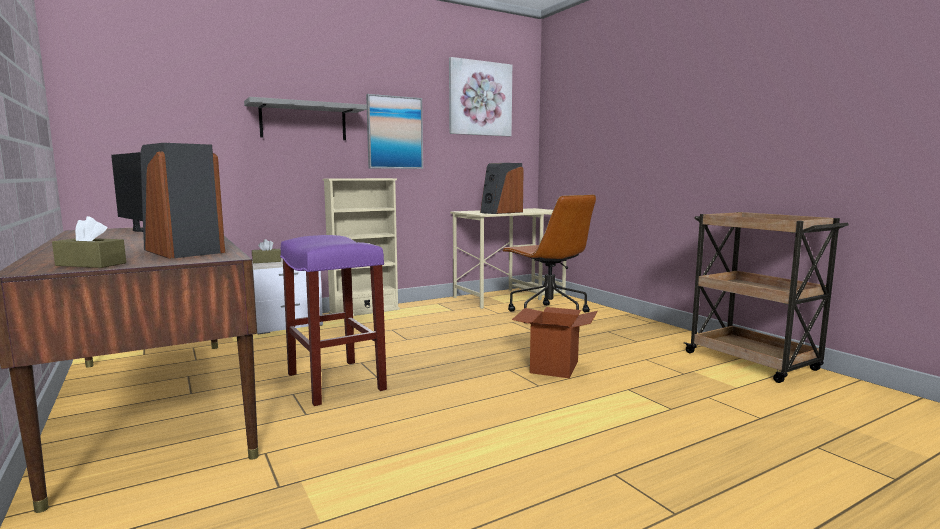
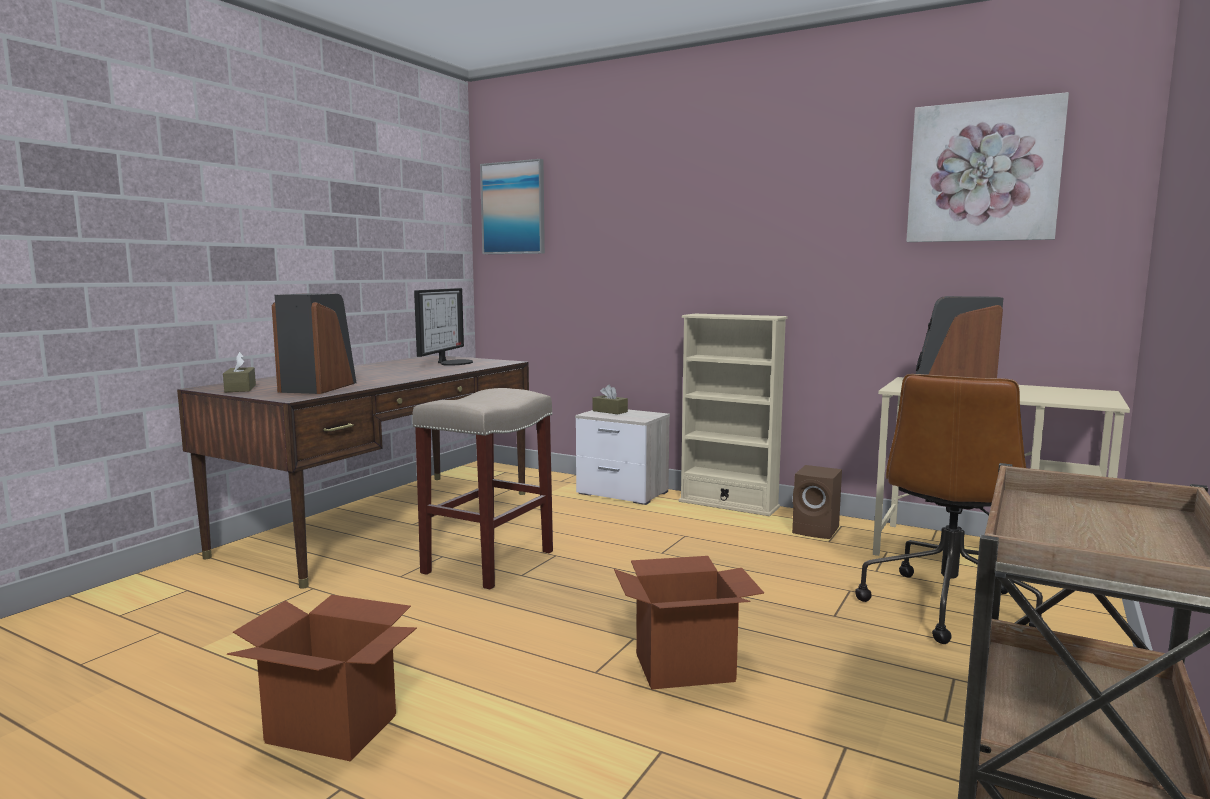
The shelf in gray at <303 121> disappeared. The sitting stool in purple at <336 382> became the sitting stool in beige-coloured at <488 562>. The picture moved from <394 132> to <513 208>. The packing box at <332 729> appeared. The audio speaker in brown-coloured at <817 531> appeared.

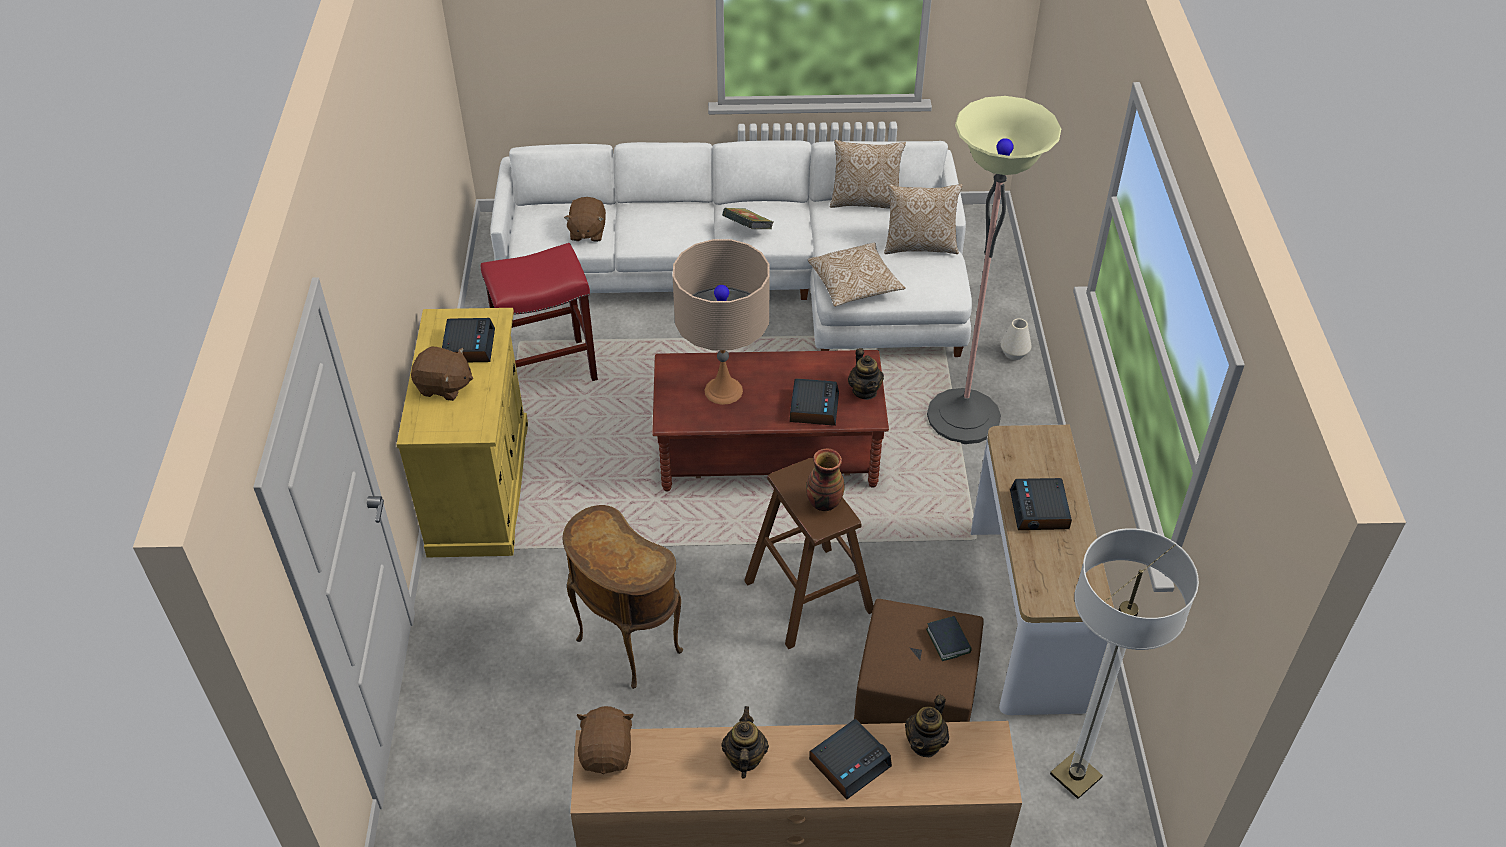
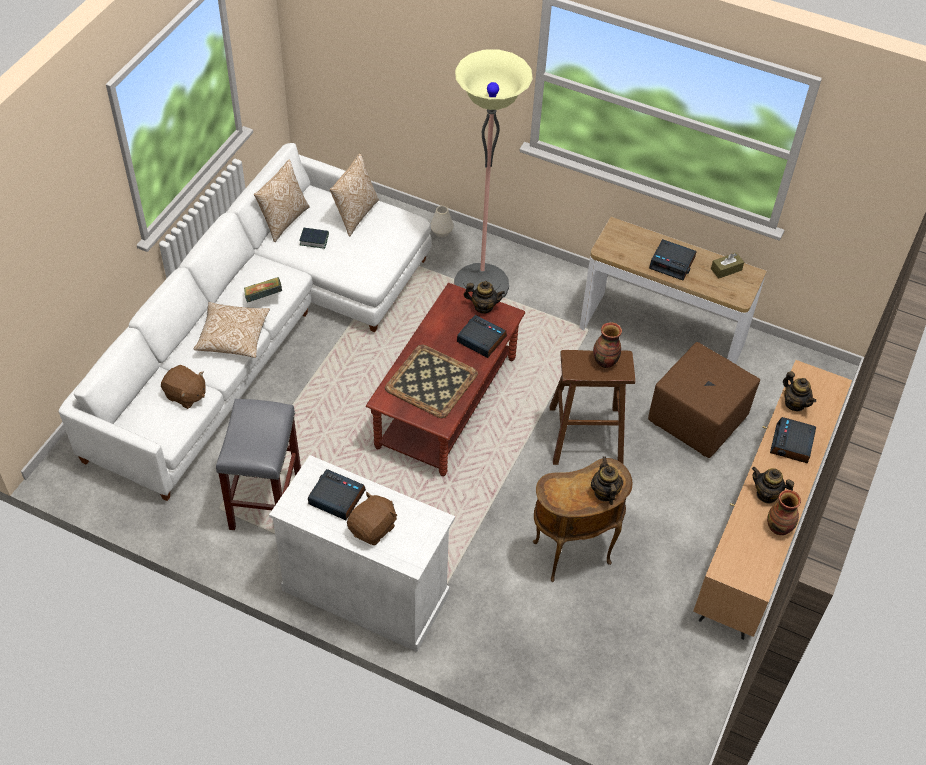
The storage cabinet in yellow-coloured at <480 487> became the storage cabinet in white-coloured at <366 591>. The sitting stool in red-coloured at <546 370> became the sitting stool in gray at <266 502>. The plush toy in brown-coloured at <607 752> disappeared. The tabletop lamp in beige-coloured at <723 390> was replaced by the tray at <432 381>. The cushion moved from <854 286> to <233 338>. The table clock at <850 762> turned 150 degrees counterclockwise. The volume moved from <948 641> to <314 240>. The floor lamp at <1075 776> disappeared. The teapot at <604 493> appeared. The tissue box in brown-coloured at <726 269> appeared. The vase at <779 527> appeared.

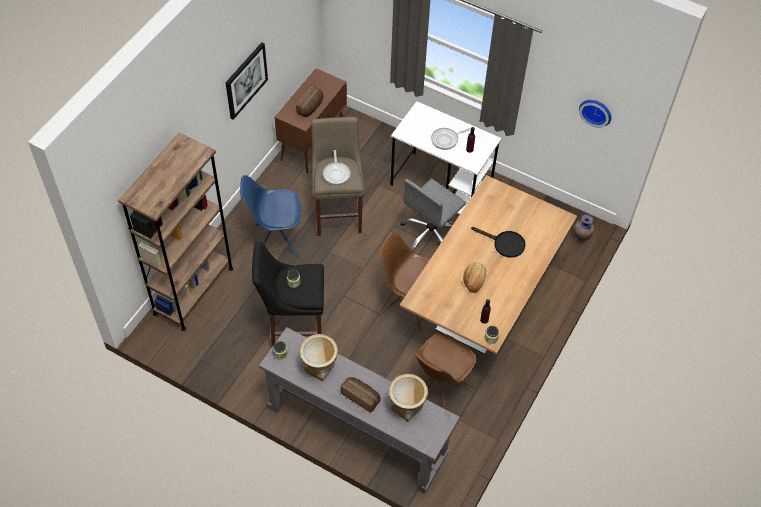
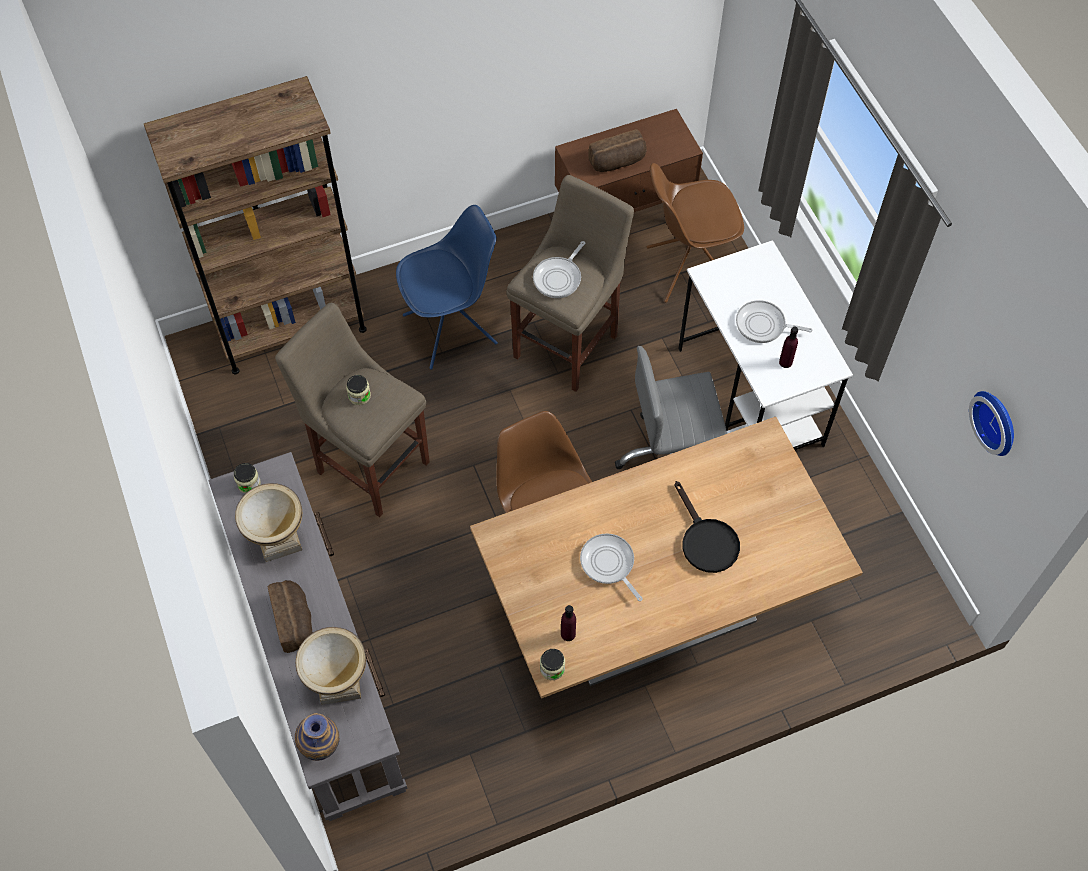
The picture at <246 80> disappeared. The upright chair in blue at <275 241> turned 120 degrees clockwise. The sitting stool in black at <293 327> became the sitting stool in beige-coloured at <369 463>. The upright chair in brown-coloured moved from <439 390> to <687 268>. The baked bread at <474 280> was replaced by the frying pan at <609 564>. The vase moved from <581 238> to <322 748>.

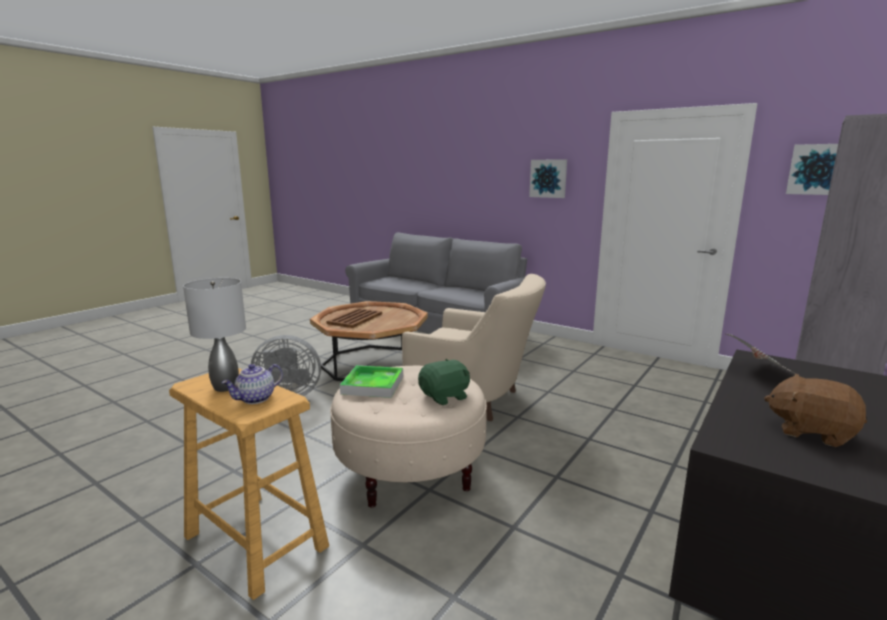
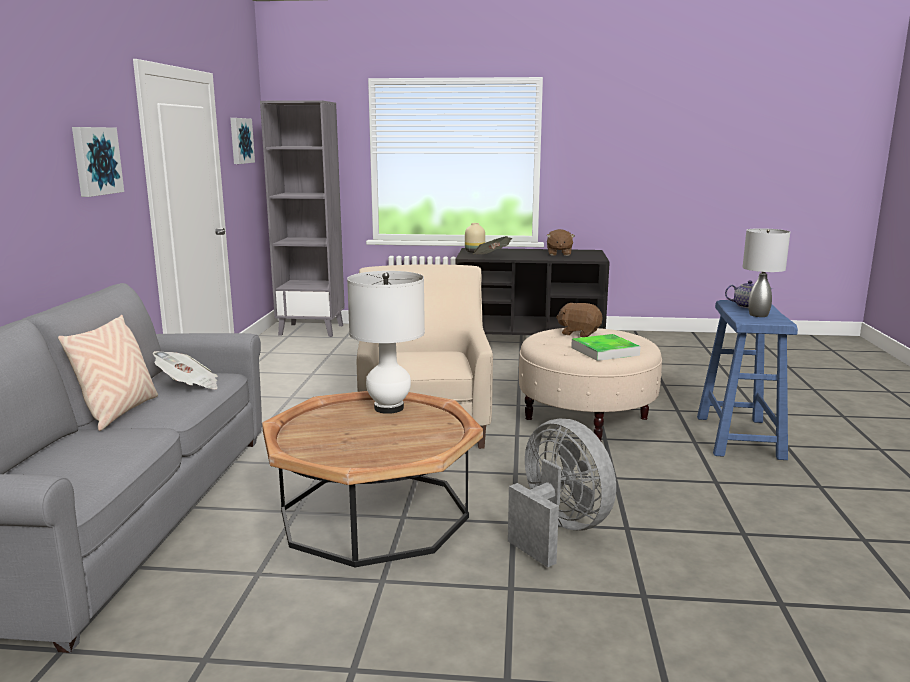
The sitting stool in beige-coloured at <256 542> became the sitting stool in blue at <739 437>. The tray in brown-coloured at <355 318> disappeared. The plush toy in green-coloured at <445 397> became the plush toy in brown-coloured at <579 333>. The cushion in beige-coloured at <119 412> appeared. The daily paper at <189 386> appeared. The tabletop lamp in white-coloured at <389 408> appeared. The vase in beige-coloured at <474 252> appeared.

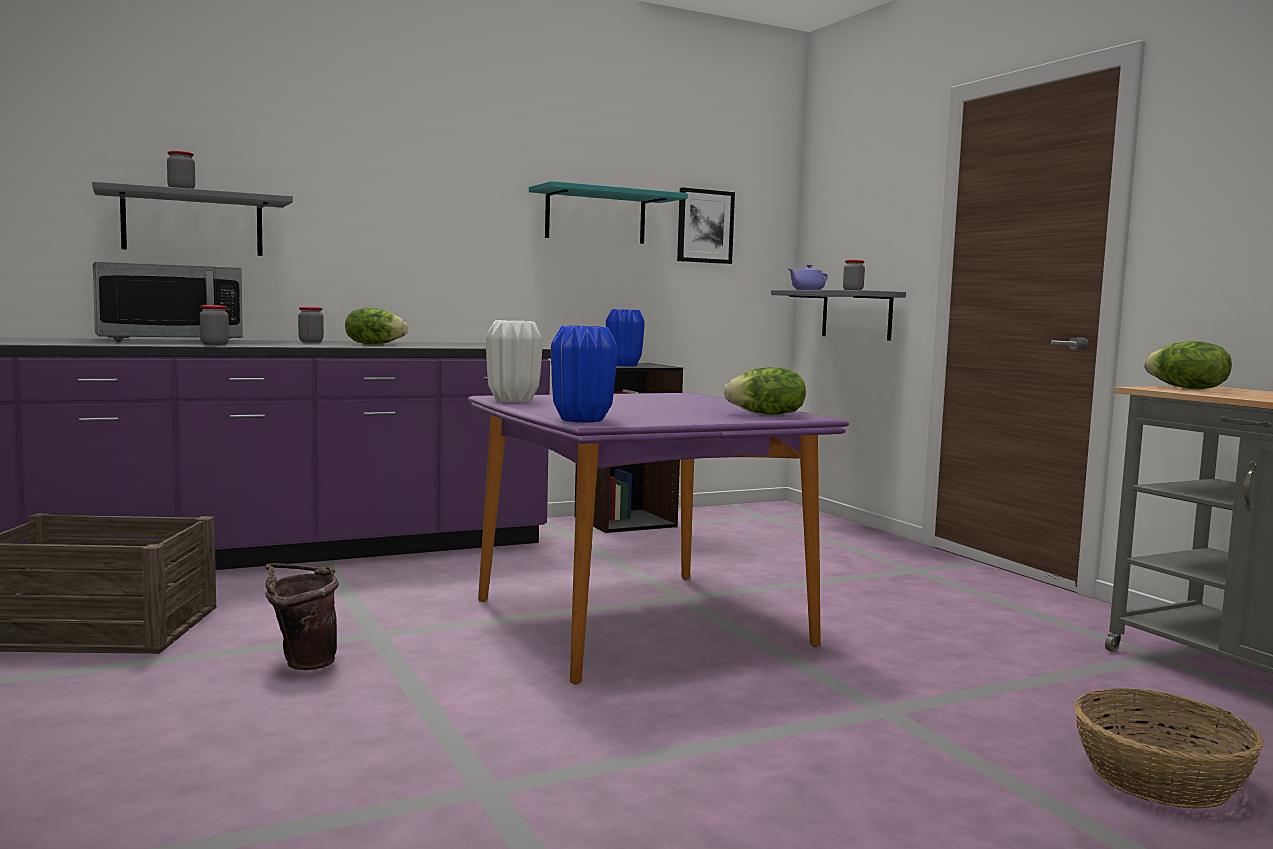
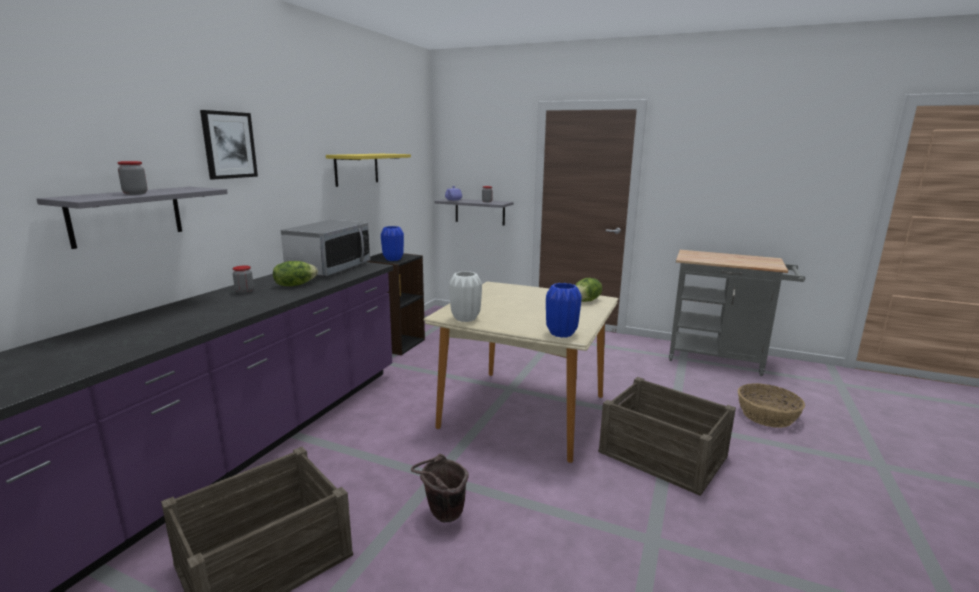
The microwave moved from <169 340> to <329 268>. The preserve jar at <214 344> disappeared. The dining table in purple at <639 622> became the dining table in beige-coloured at <523 411>. The shelf in blue-green at <595 216> became the shelf in yellow-coloured at <356 169>. The picture moved from <704 226> to <229 145>. The head of lettuce at <1186 388> disappeared. The packing crate at <662 453> appeared.

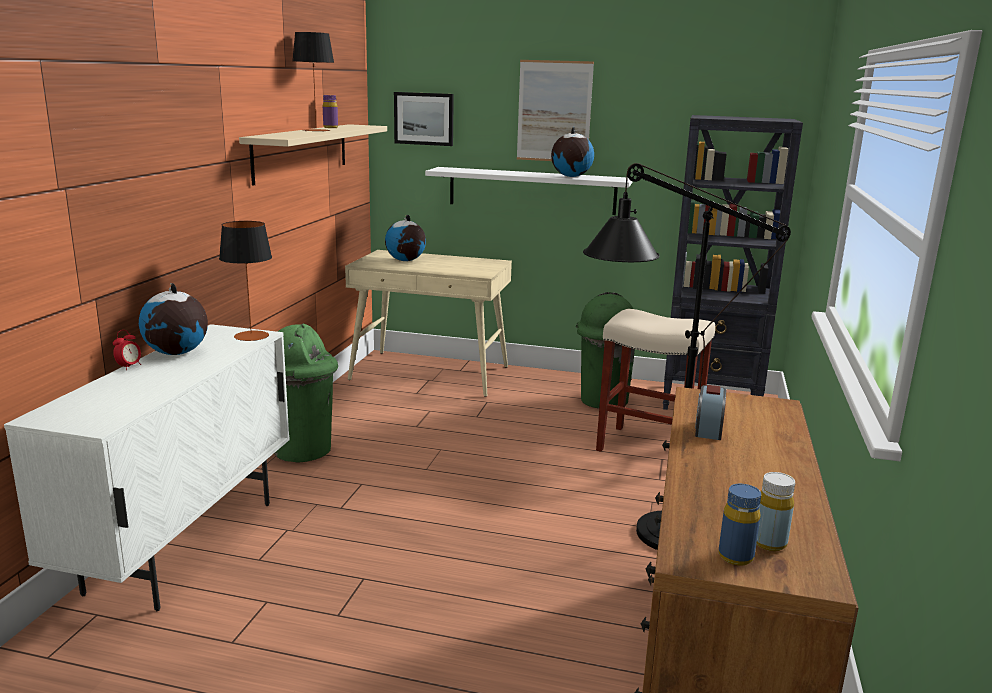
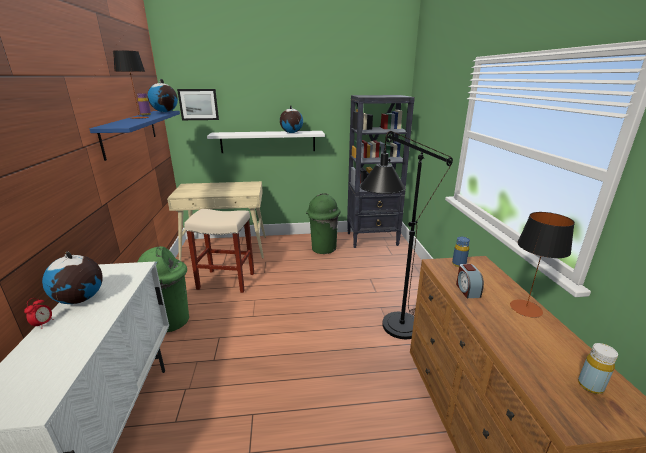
The tabletop lamp moved from <251 336> to <525 308>. The shelf in beige-coloured at <301 152> became the shelf in blue at <130 132>. The globe moved from <406 260> to <165 112>. The picture at <554 111> disappeared. The sitting stool in beige-coloured moved from <646 447> to <225 281>. The drink bottle in blue moved from <735 557> to <458 264>.

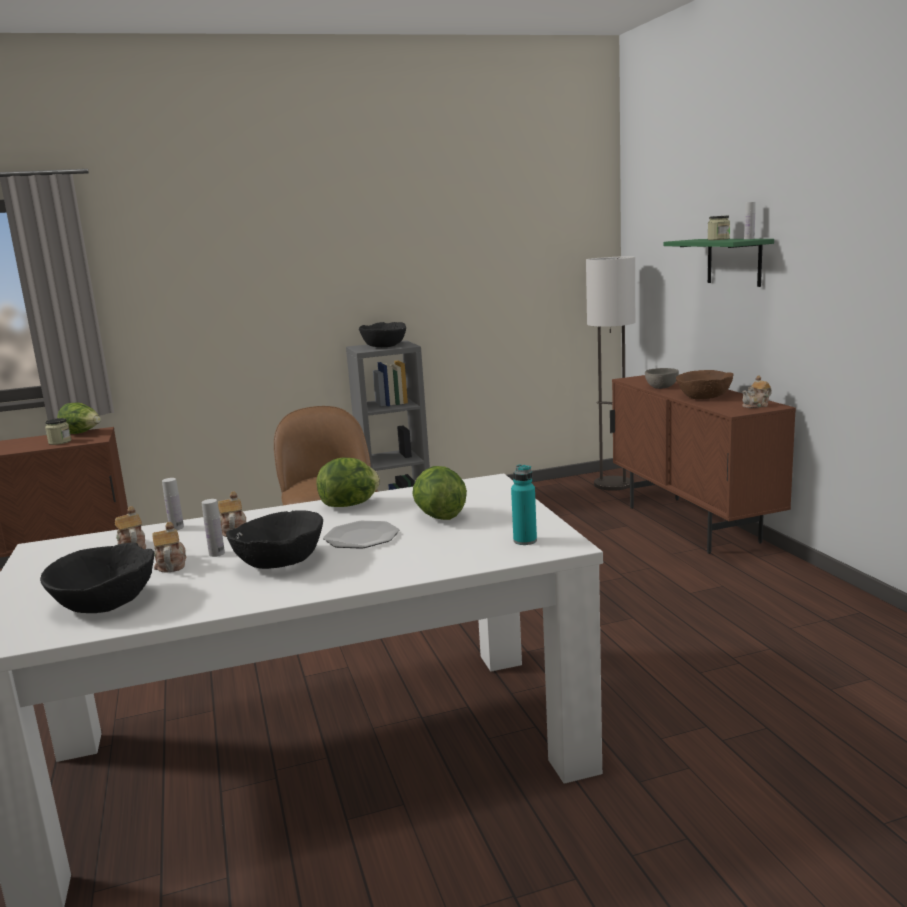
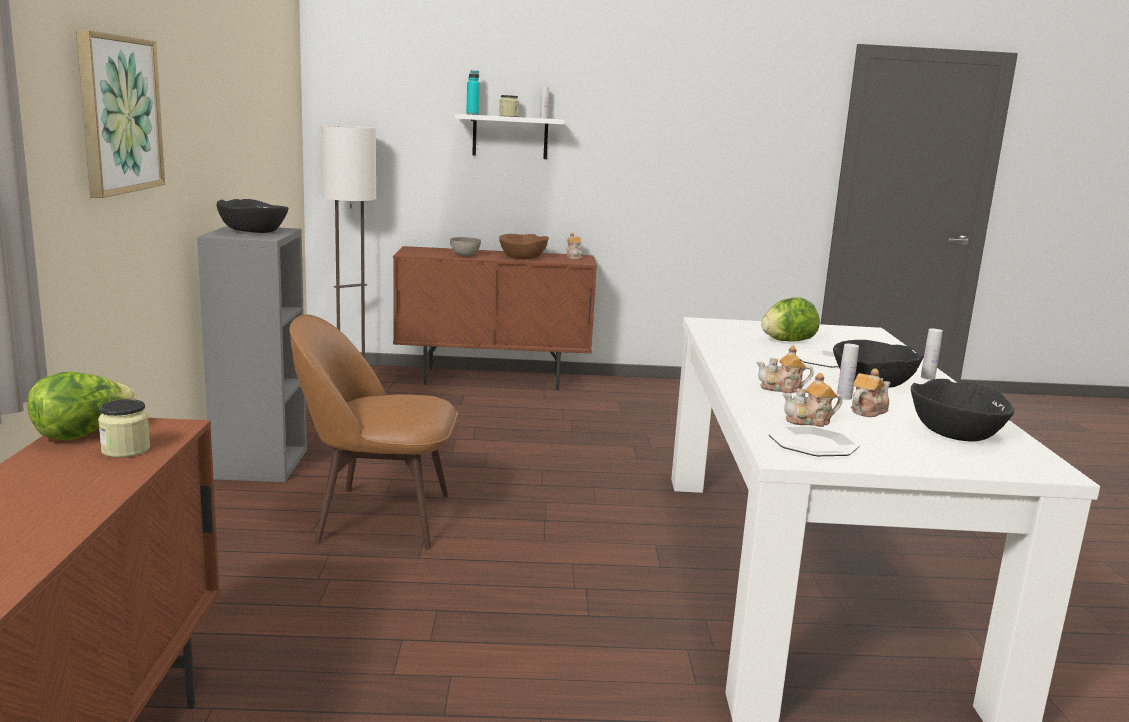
The teapot at <171 565> turned 135 degrees clockwise. The drink bottle in white-coloured moved from <176 528> to <927 377>. The head of lettuce at <350 505> disappeared. The drink bottle in blue-green moved from <525 541> to <472 114>. The shelf in green-coloured at <734 261> became the shelf in white-coloured at <510 137>. The picture at <119 114> appeared. The flat dish at <813 444> appeared.

